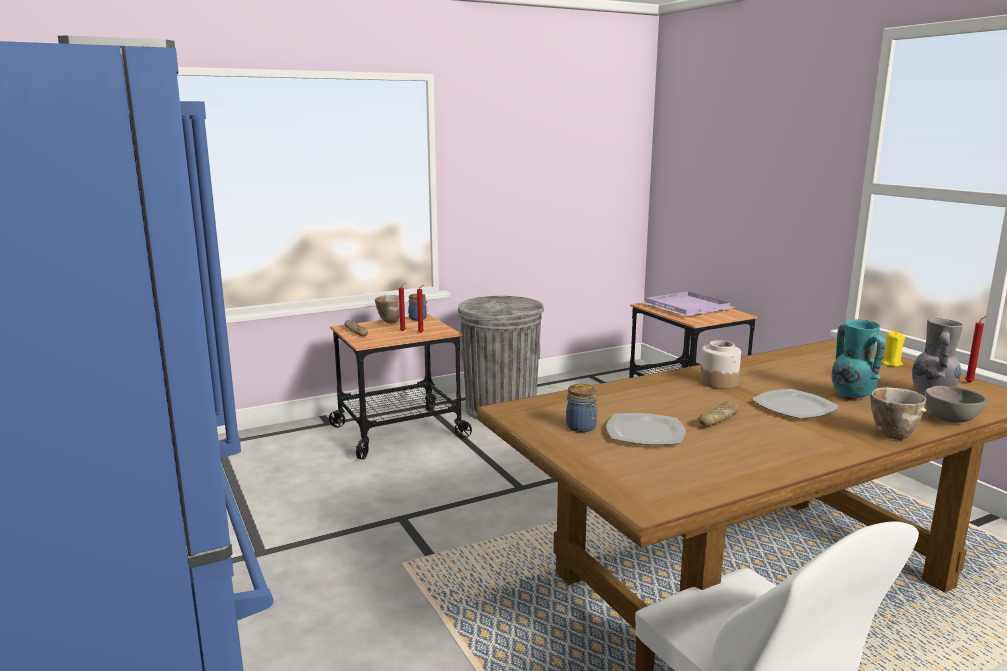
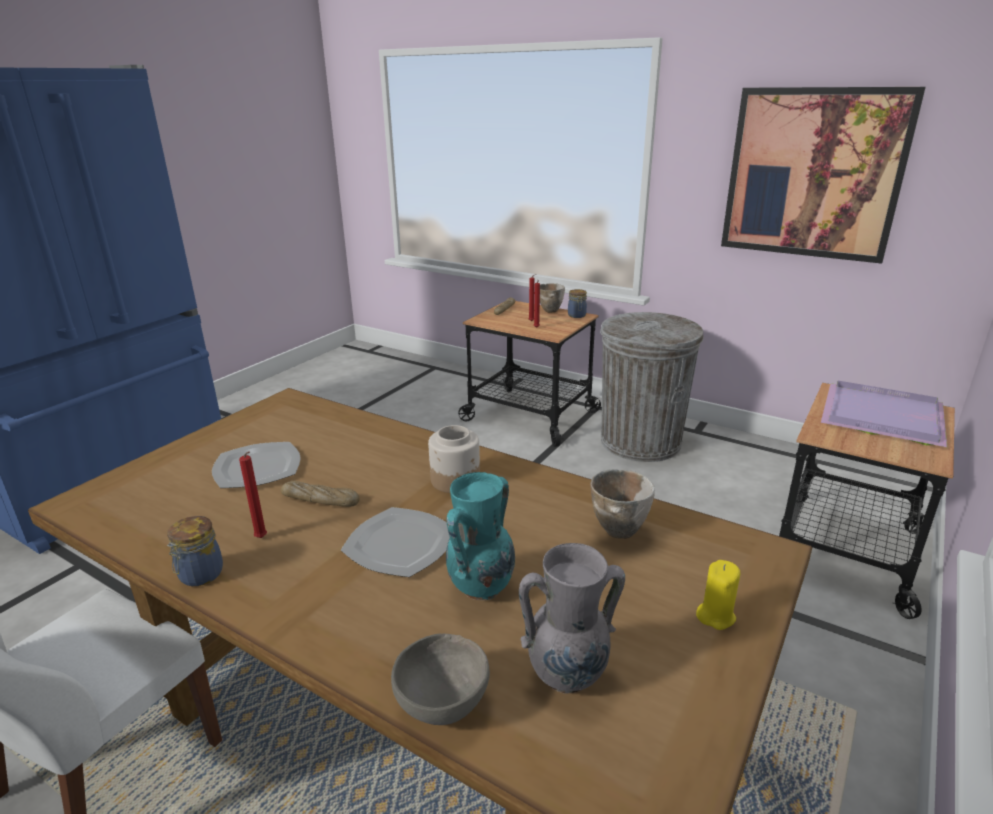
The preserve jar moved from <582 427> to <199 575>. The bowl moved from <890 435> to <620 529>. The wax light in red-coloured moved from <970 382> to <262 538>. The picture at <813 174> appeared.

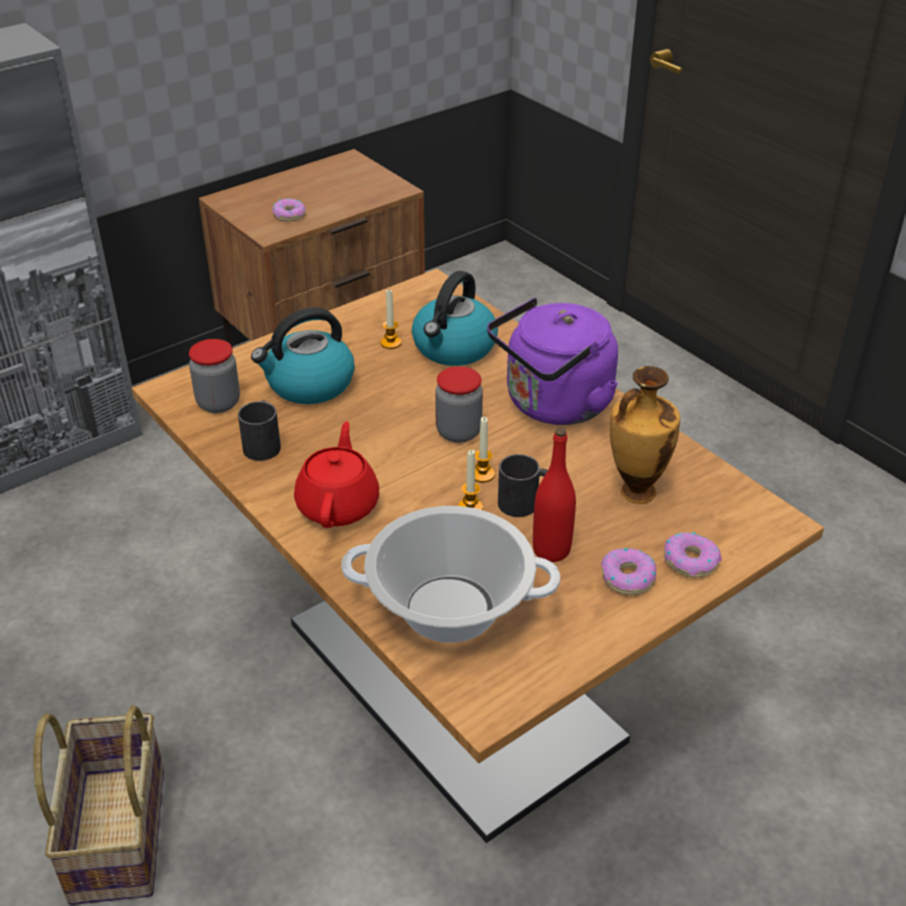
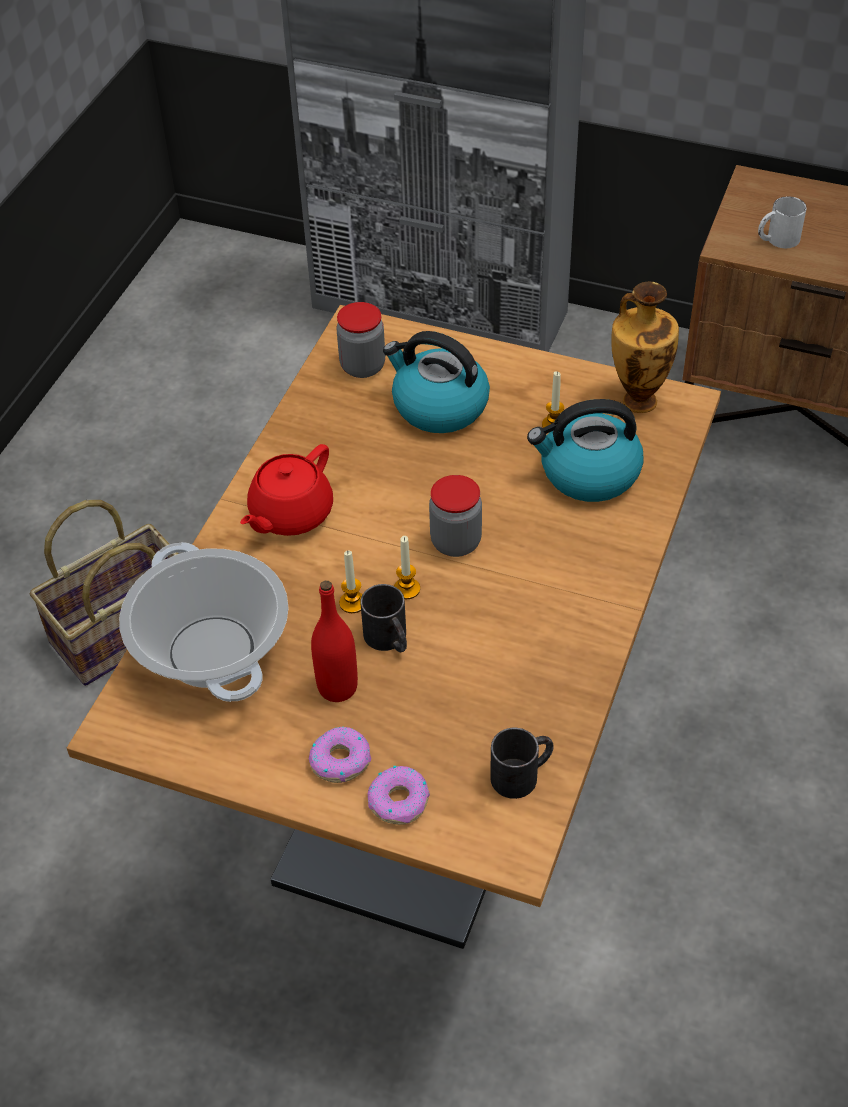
The tea mug in black moved from <263 443> to <522 774>. The donut at <289 215> was replaced by the tea mug in white-coloured at <777 239>. The teapot in red-coloured at <339 505> turned 150 degrees clockwise. The tea kettle in purple at <553 405> disappeared. The vase moved from <635 492> to <637 399>.

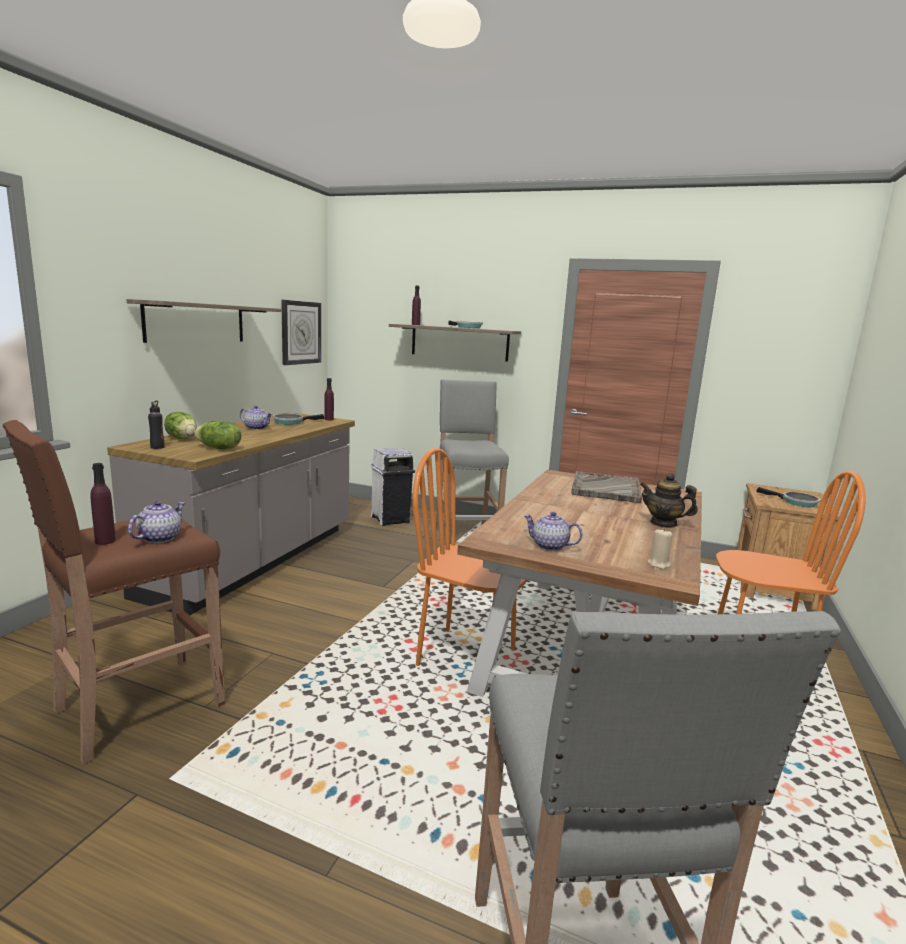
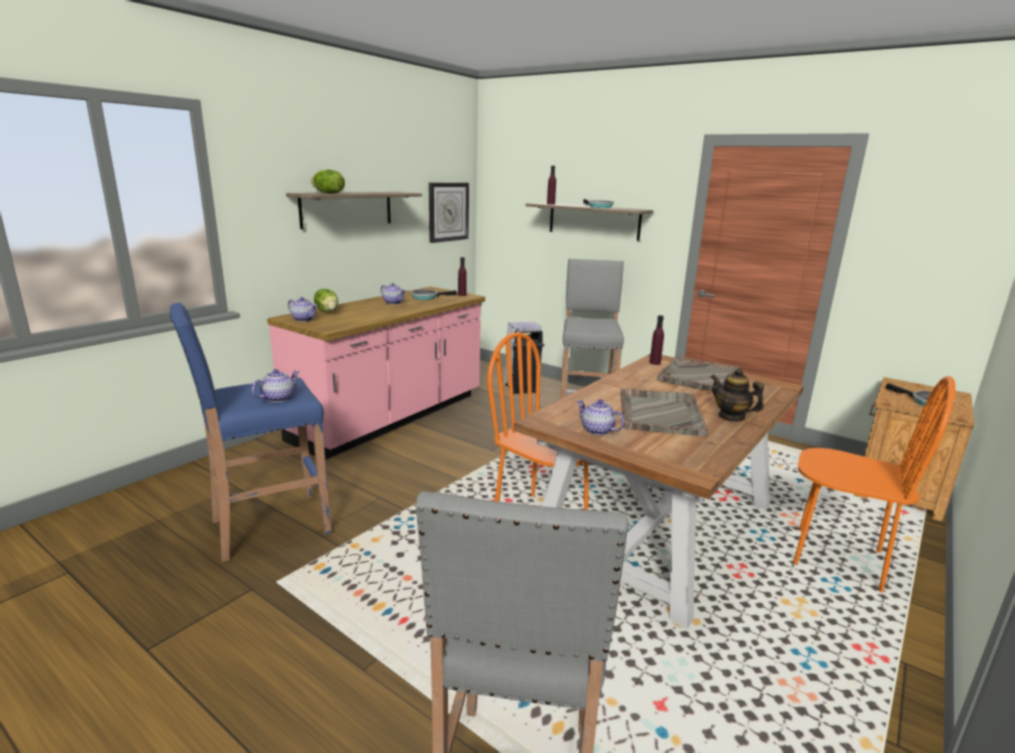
The sitting stool in brown-coloured at <136 708> became the sitting stool in blue at <268 527>. The drink bottle in purple moved from <105 541> to <655 363>. The kitchen counter in gray at <255 561> became the kitchen counter in pink-coloured at <391 418>. The drink bottle in black at <157 447> was replaced by the teapot at <304 319>. The head of lettuce moved from <218 448> to <328 193>. The wax light in beige-coloured at <659 564> disappeared. The tray in gray at <660 413> appeared.

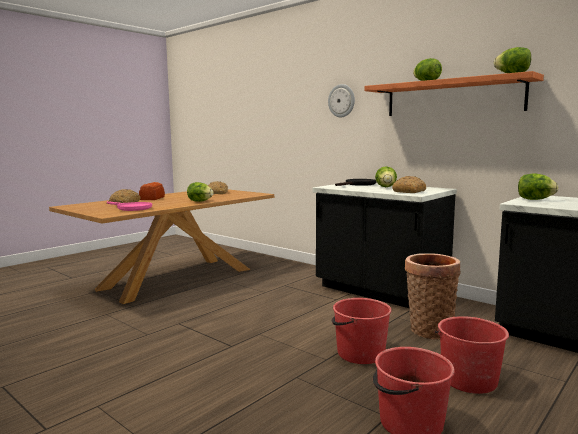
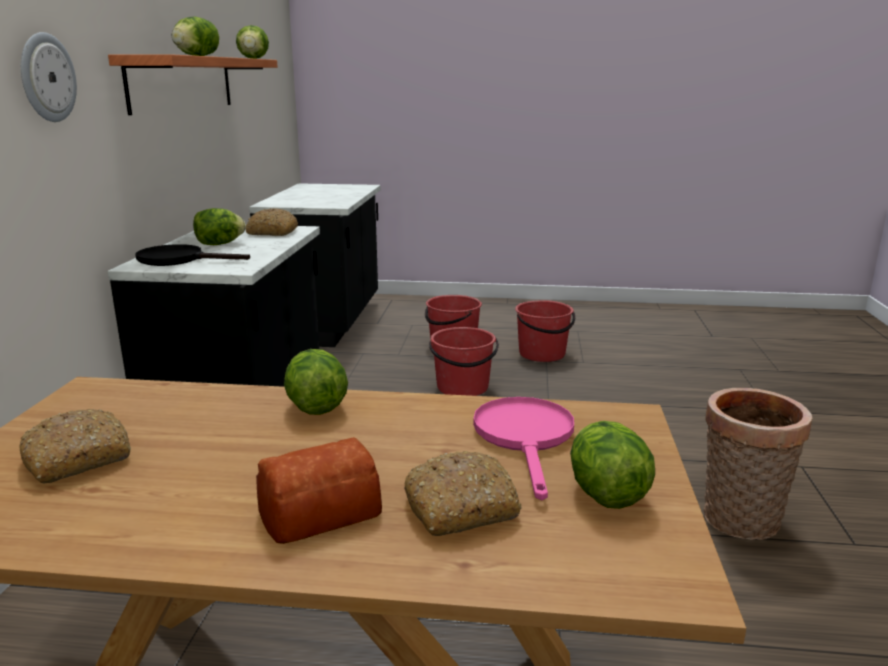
The storage basket moved from <429 330> to <740 522>. The head of lettuce moved from <535 199> to <606 494>.

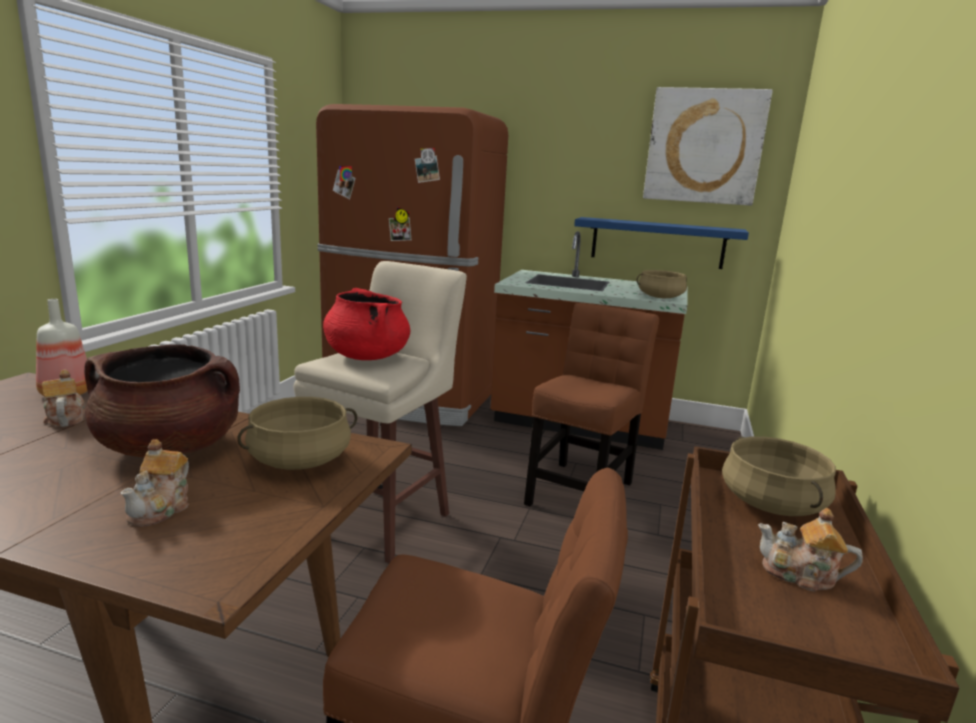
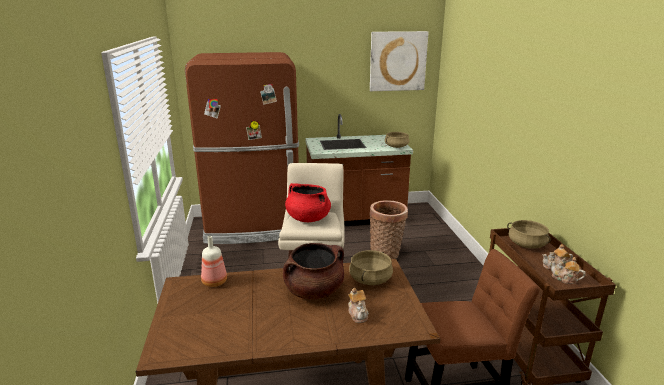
The teapot moved from <65 418> to <564 279>. The upright chair in brown-coloured at <581 490> was replaced by the storage basket at <386 254>. The shelf in blue at <657 243> disappeared.

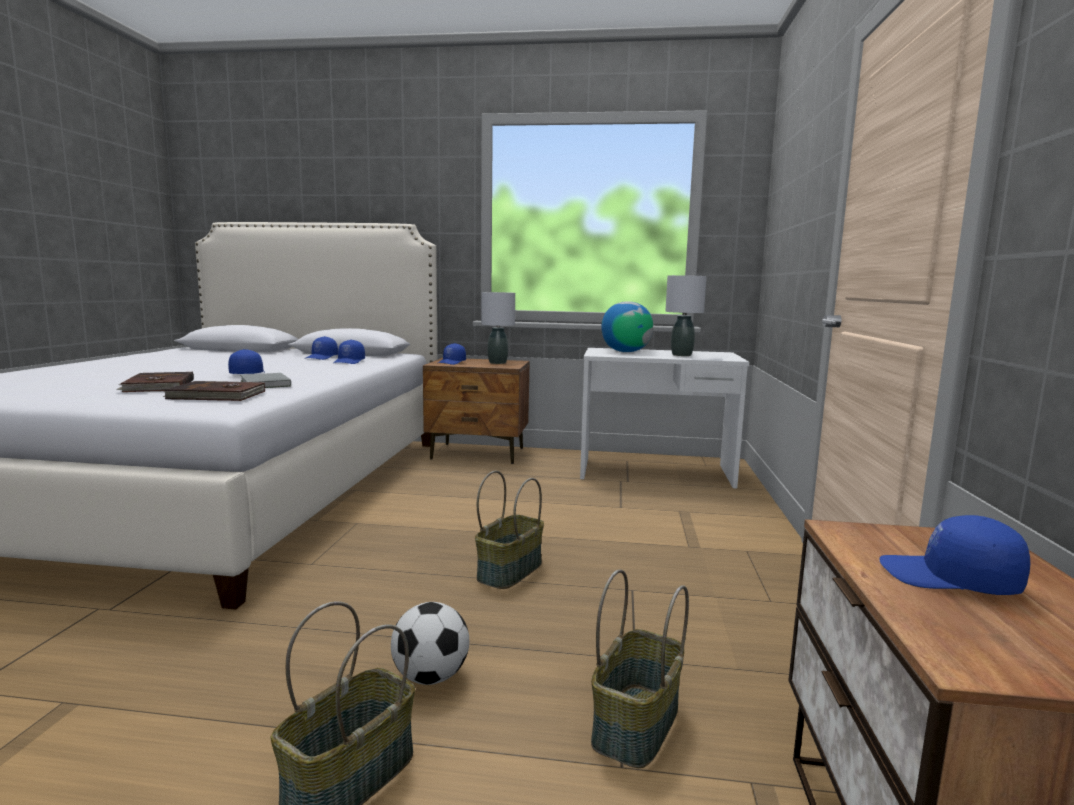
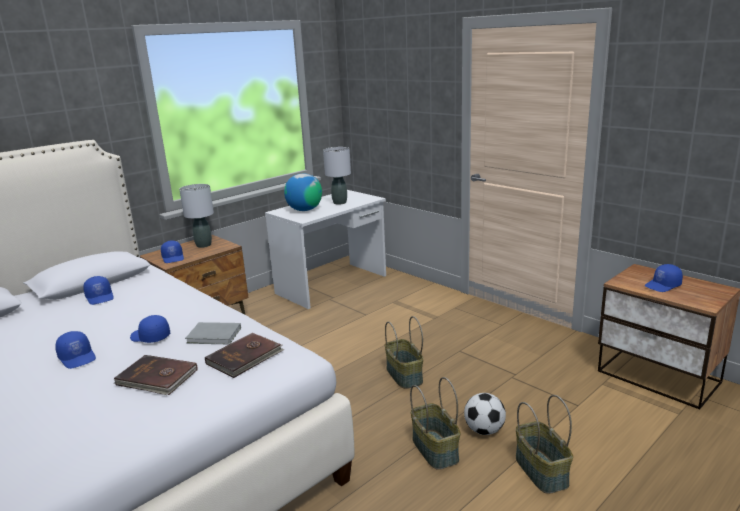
The peaked cap in blue moved from <349 362> to <78 357>. The storage basket moved from <637 726> to <436 449>.

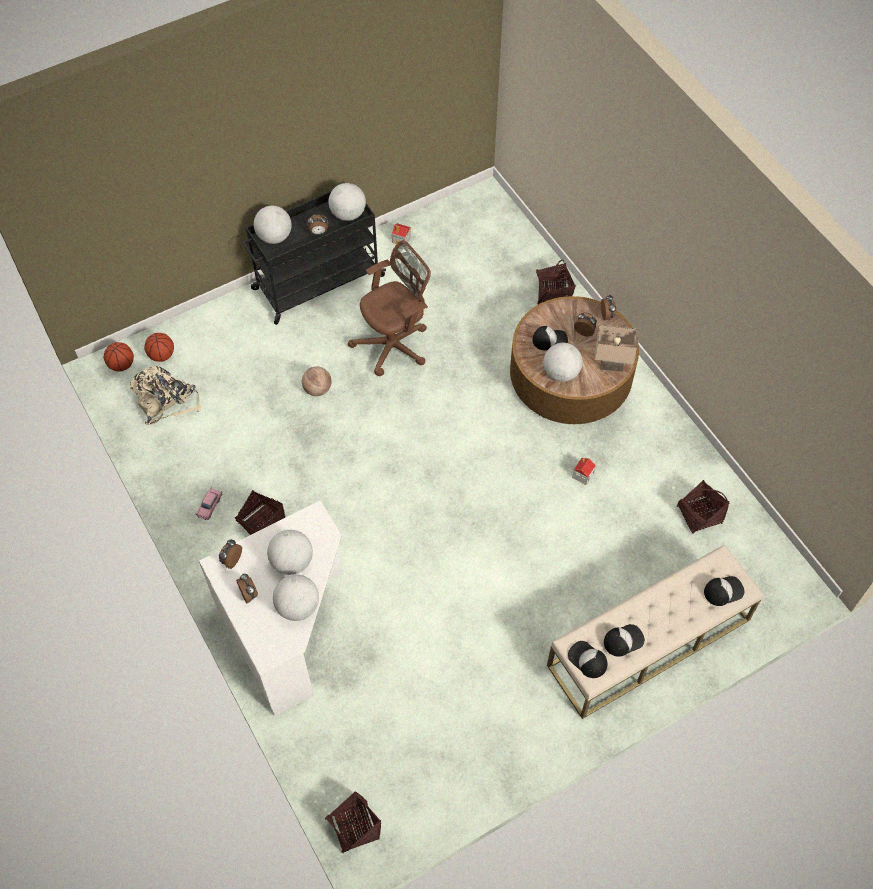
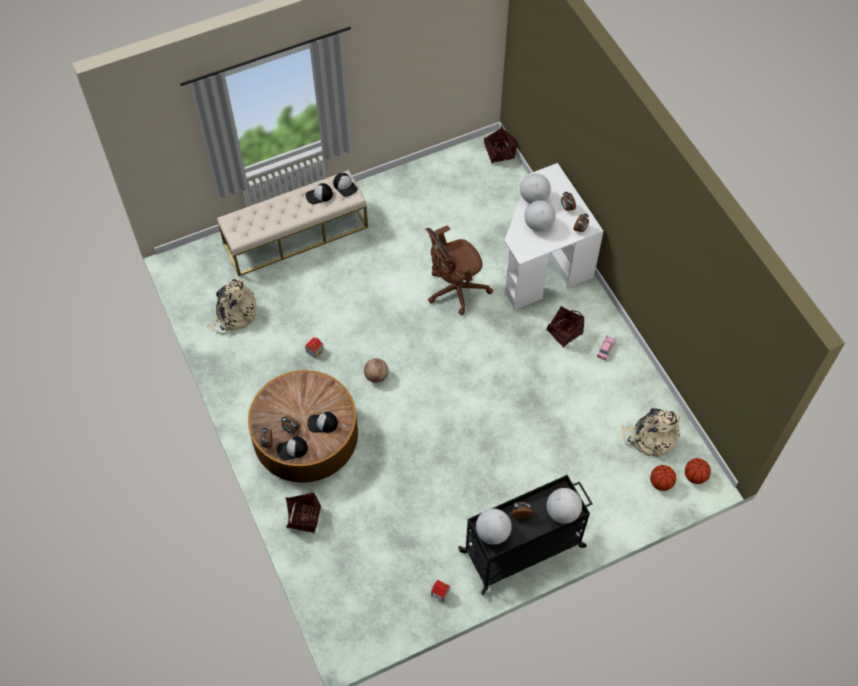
The ball for basketball moved from <317 389> to <376 376>. The office chair in brown-coloured moved from <394 345> to <454 290>. The globe at <561 373> disappeared. The tabletop lamp in beige-coloured at <612 364> disappeared. The storage basket at <699 515> was replaced by the knapsack in beige-coloured at <234 315>. The peaked cap moved from <723 591> to <292 450>.

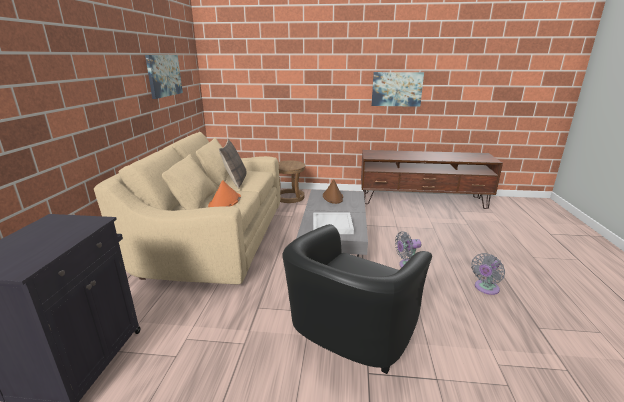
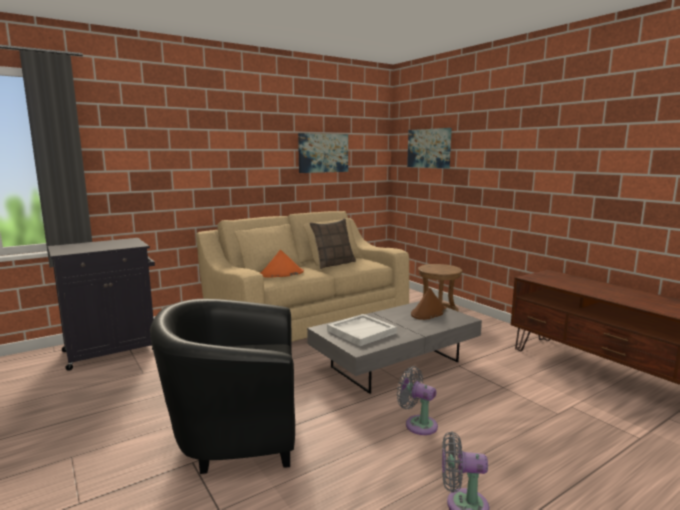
The picture moved from <396 89> to <429 148>.

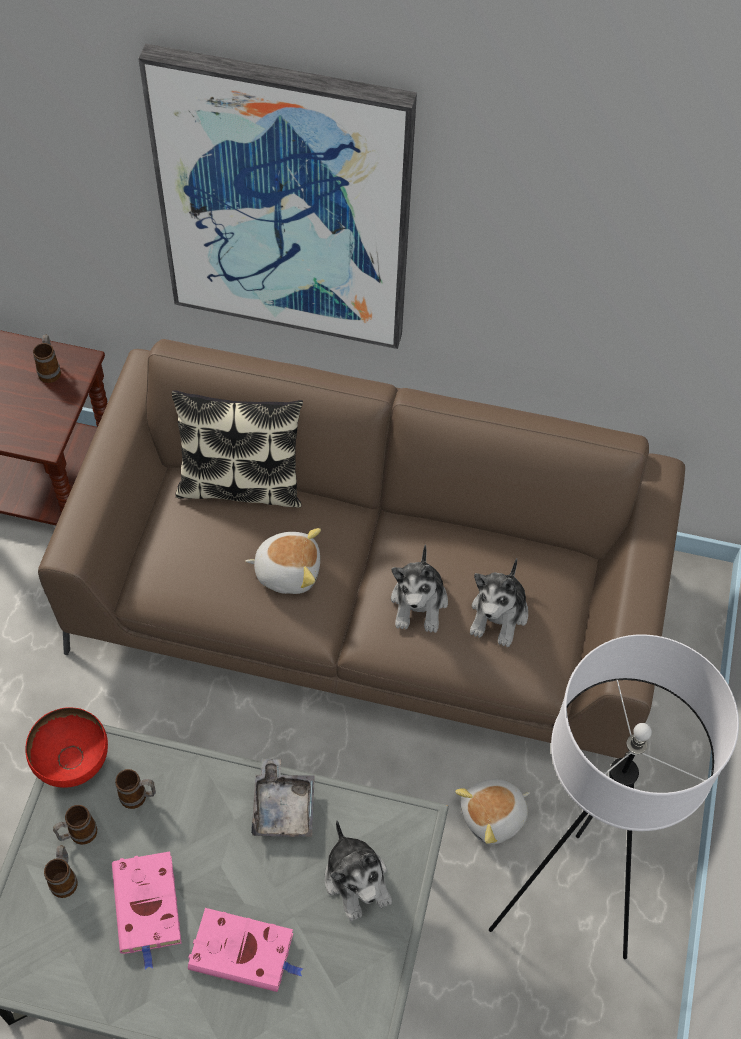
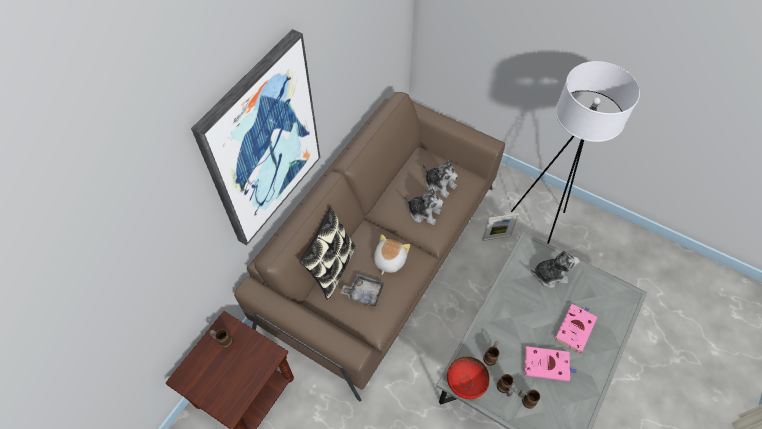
The tray in gray moved from <283 806> to <364 292>. The plush toy at <494 817> was replaced by the standing frame at <496 237>.

